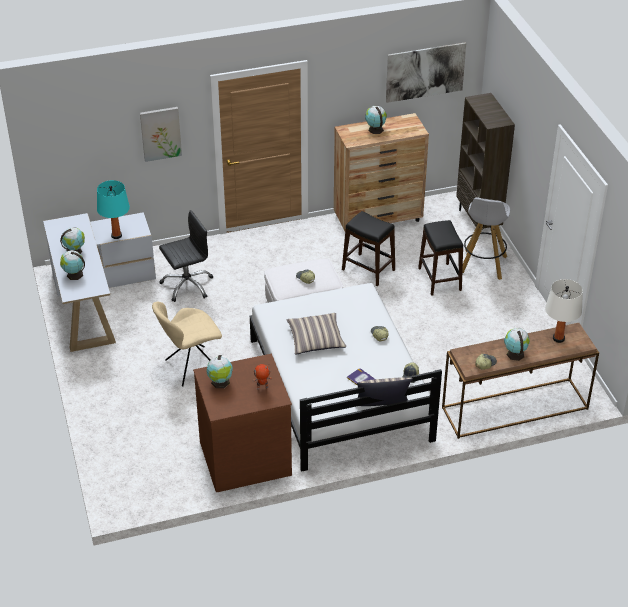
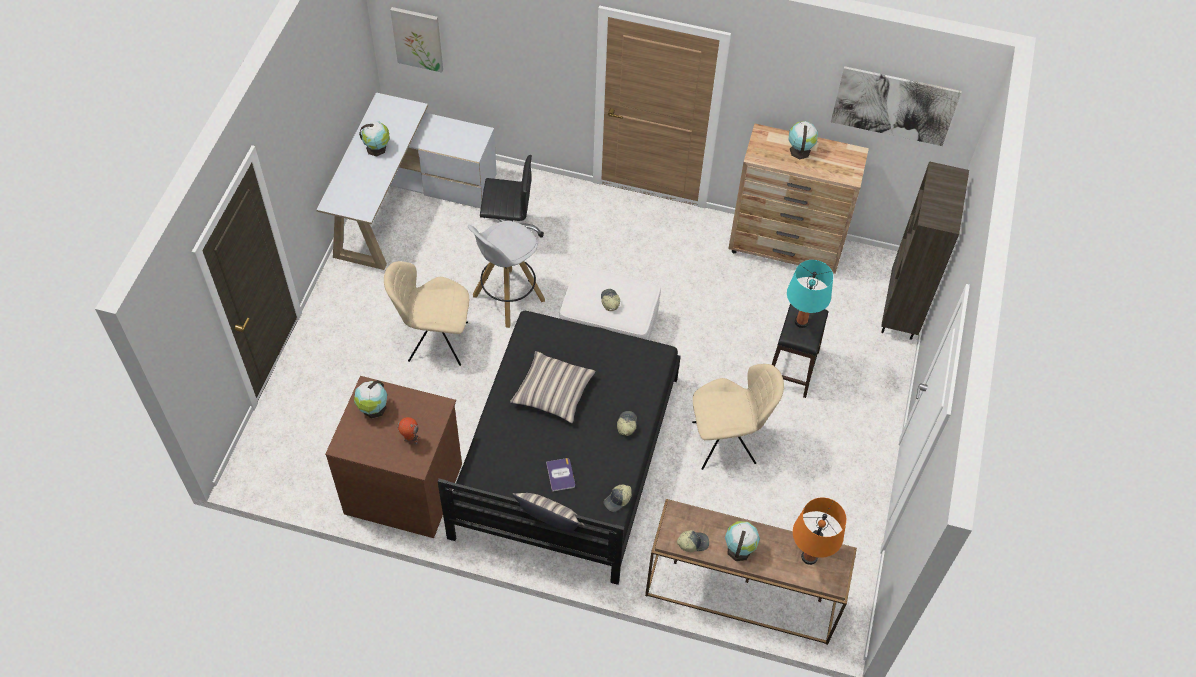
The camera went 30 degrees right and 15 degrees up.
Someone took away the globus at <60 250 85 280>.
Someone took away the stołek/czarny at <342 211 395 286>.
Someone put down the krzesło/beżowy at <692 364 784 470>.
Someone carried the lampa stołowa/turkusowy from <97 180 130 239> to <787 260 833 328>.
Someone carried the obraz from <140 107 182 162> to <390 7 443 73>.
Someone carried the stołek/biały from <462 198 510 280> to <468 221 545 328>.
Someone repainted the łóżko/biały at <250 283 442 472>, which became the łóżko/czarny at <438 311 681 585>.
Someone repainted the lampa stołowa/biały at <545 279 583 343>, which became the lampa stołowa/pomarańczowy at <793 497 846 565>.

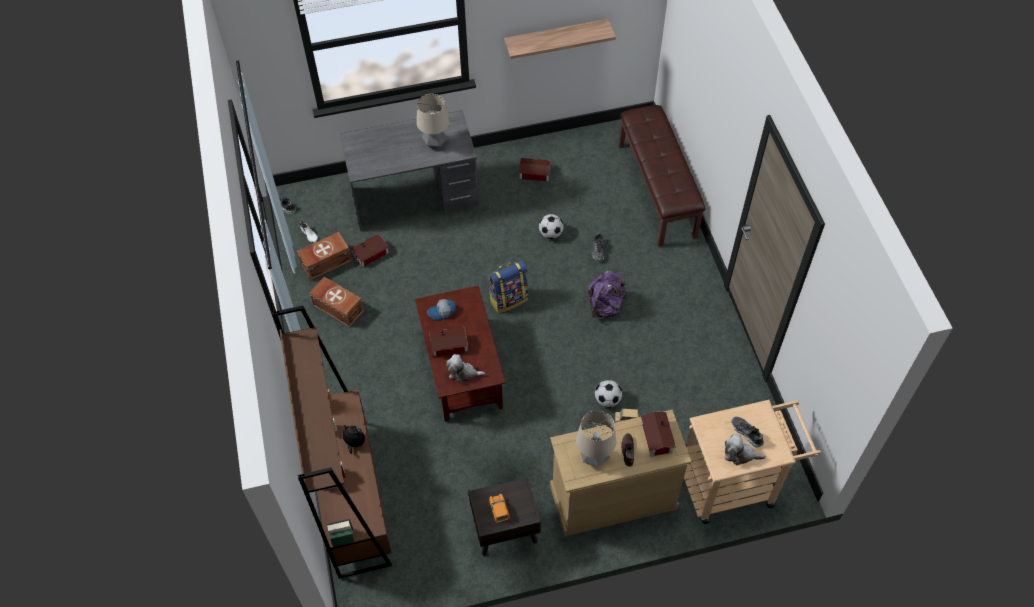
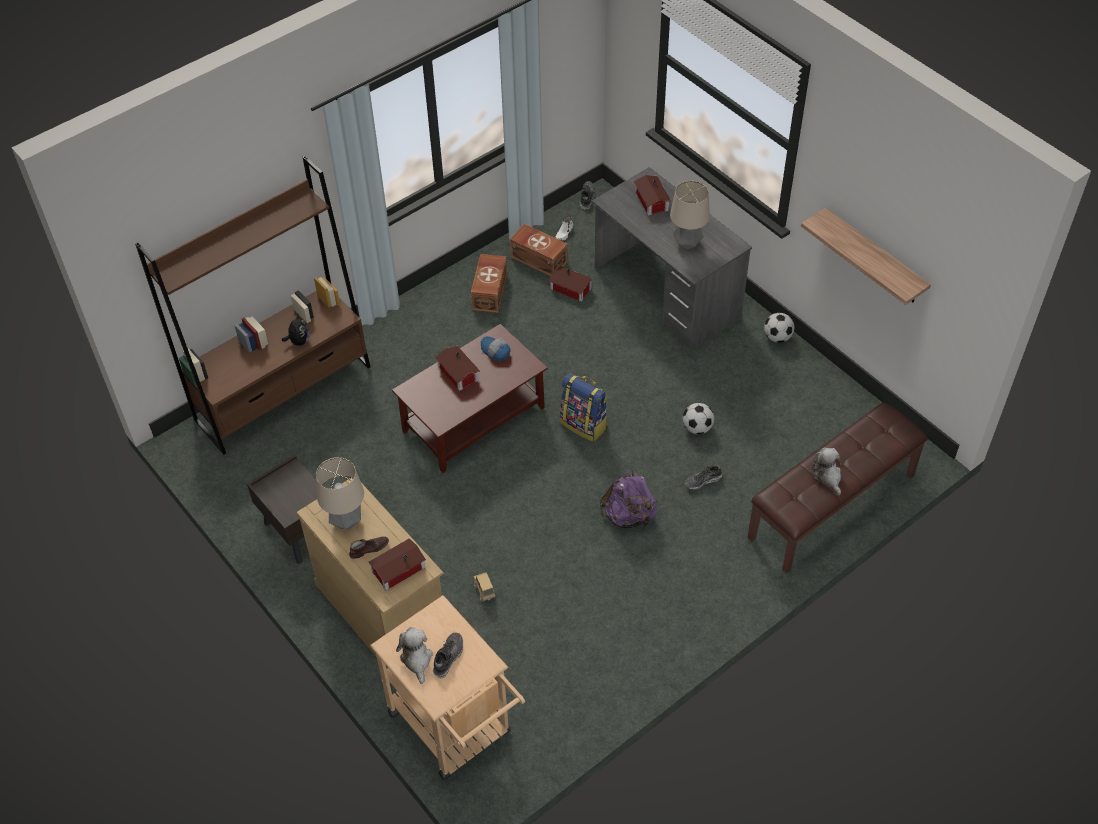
The camera went 65 degrees right and 5 degrees down.
Someone took away the samochodzik/pomarańczowy at <489 494 510 523>.
Someone carried the pluszak from <446 354 485 383> to <812 448 841 495>.
Someone carried the domek from <519 158 551 181> to <633 175 671 216>.
Someone carried the piłka futbolowa from <595 380 622 407> to <764 313 794 343>.

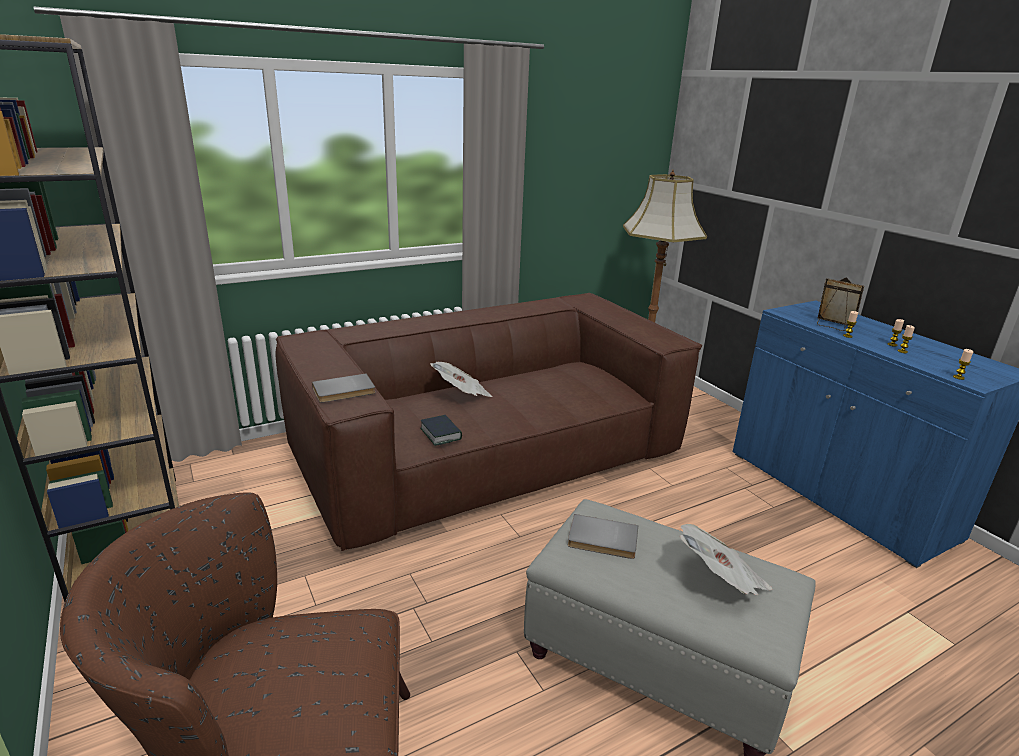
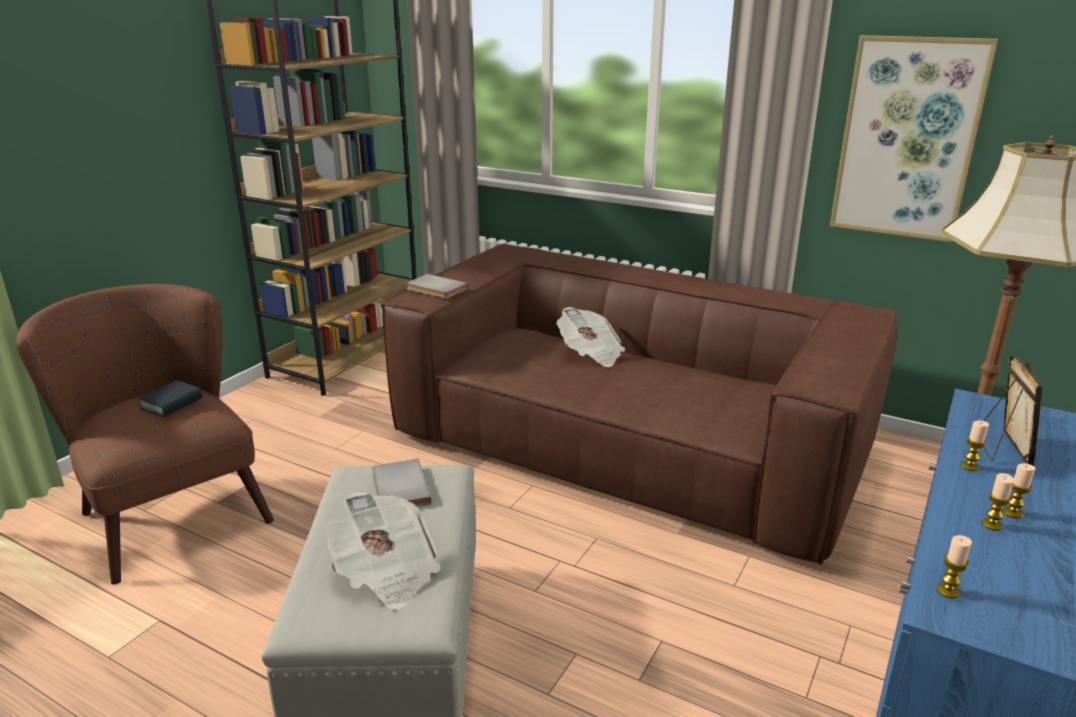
The camera went 60 degrees right and 0 degrees up.
Someone put up the obraz at <830 35 998 242>.
Someone carried the książka from <420 415 462 446> to <139 380 202 417>.

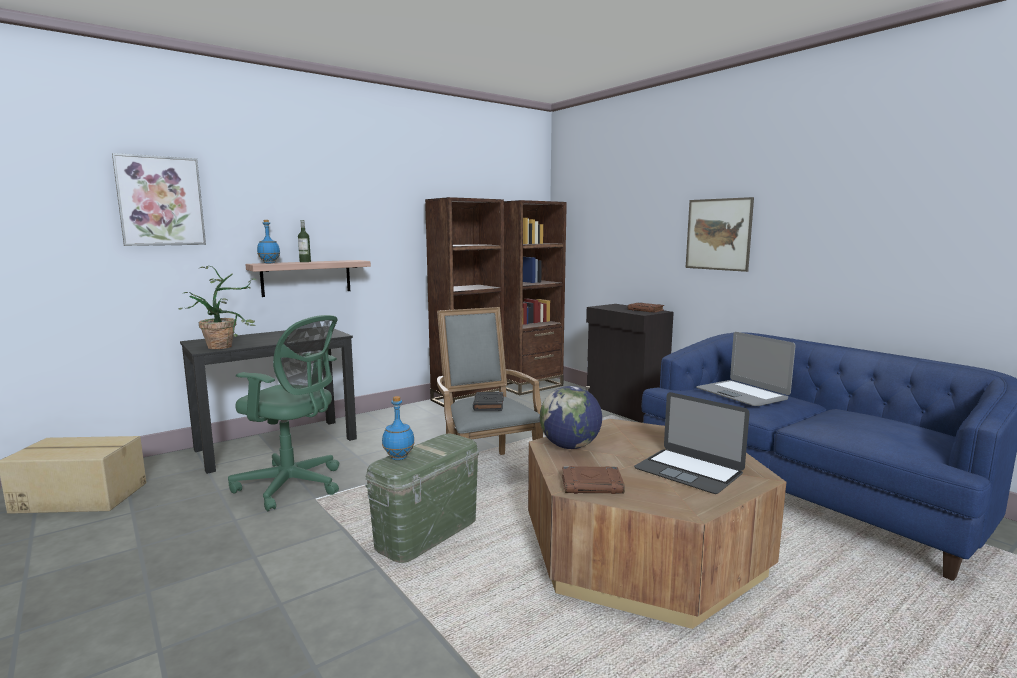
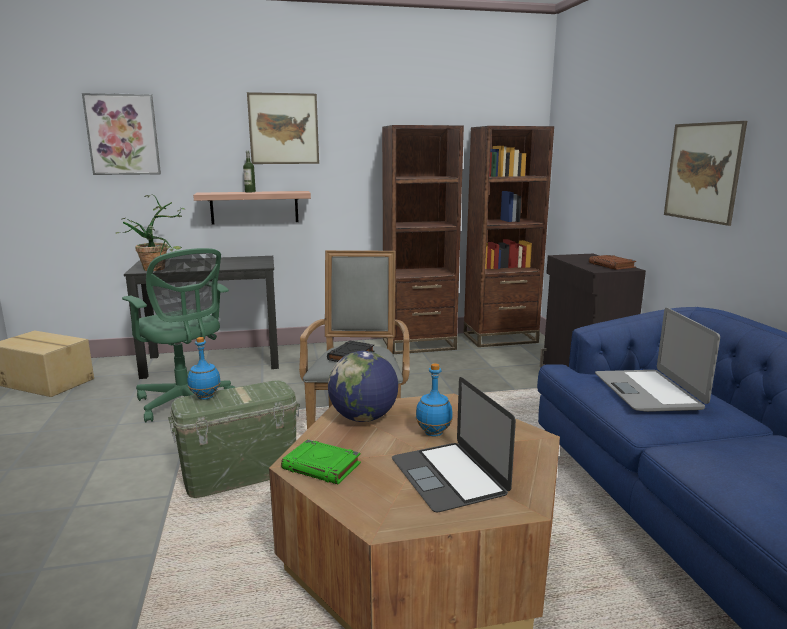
The camera went 25 degrees right and 5 degrees up.
Someone put up the obraz at <247 92 319 164>.
Someone carried the butelka/niebieski from <257 220 280 263> to <416 363 453 437>.
Someone repainted the książka/brązowy at <562 466 625 494>, which became the książka/zielony at <281 439 361 484>.

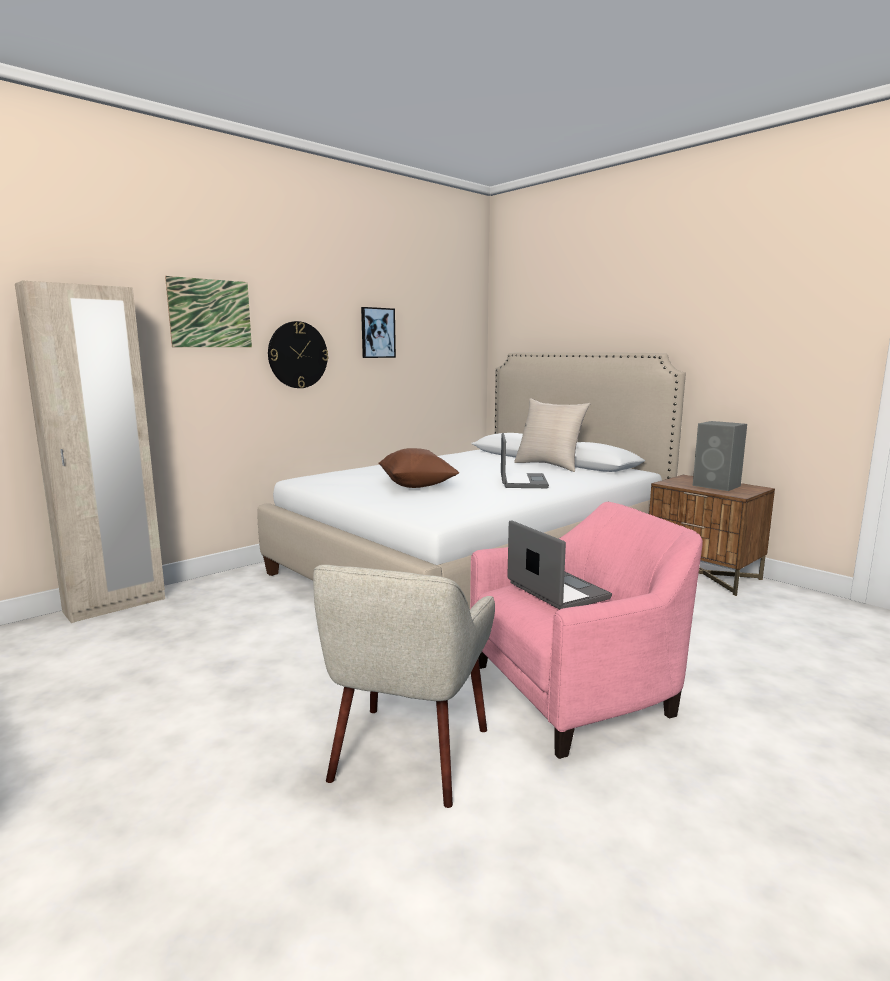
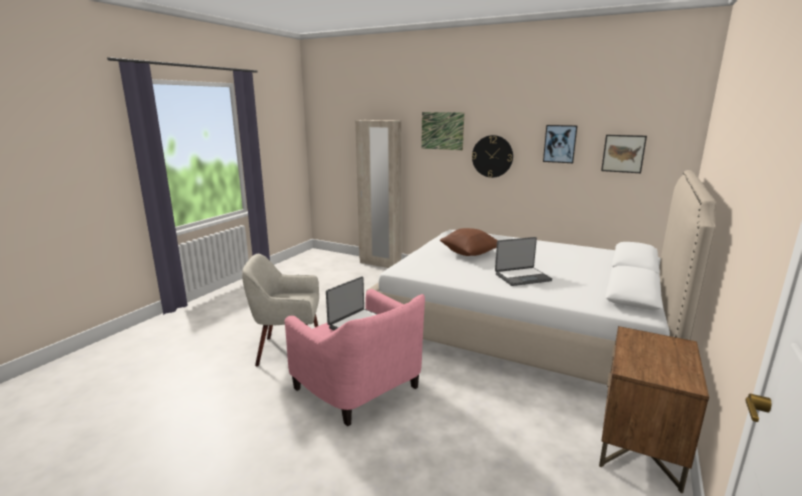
The camera went 70 degrees right and 5 degrees up.
Someone took away the poduszka/beżowy at <514 398 591 472>.
Someone took away the głośnik/szary at <693 421 747 491>.
Someone put up the obraz at <601 135 647 173>.

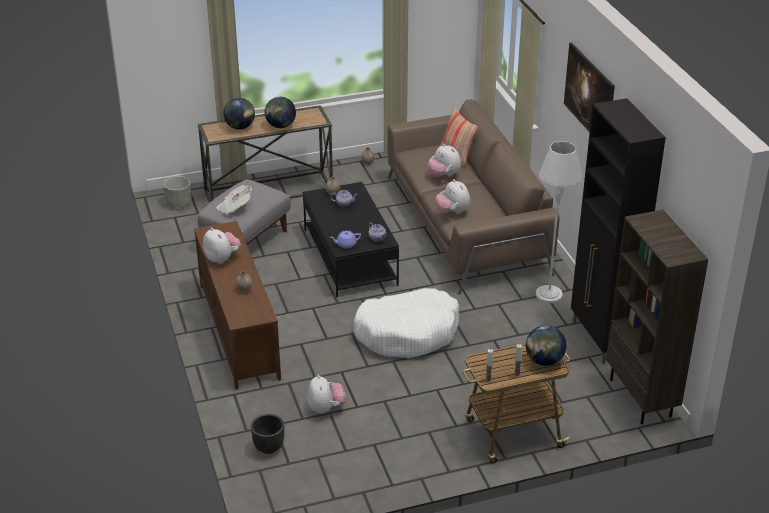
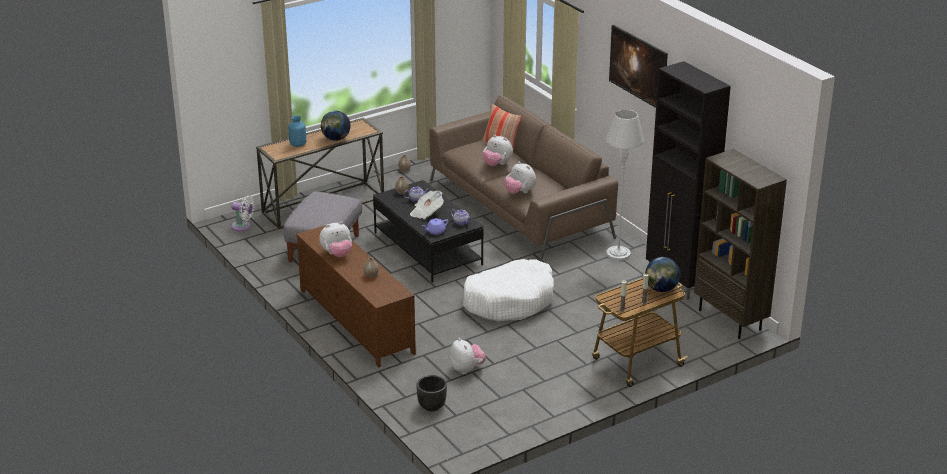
The camera went 15 degrees left and 5 degrees down.
Someone carried the gazeta from <217 185 252 215> to <410 191 444 219>.
Someone swapped the donica/szary at <164 176 192 208> for the wentylator/biały at <231 196 254 231>.
Someone swapped the globus at <224 98 255 129> for the wazon/niebieski at <288 115 306 147>.
Someone rotated the pluszak at <203 227 241 264> by 120 degrees clockwise.

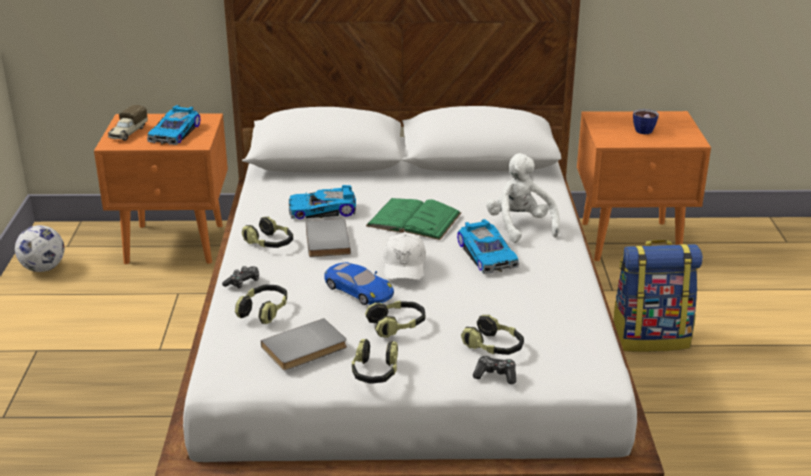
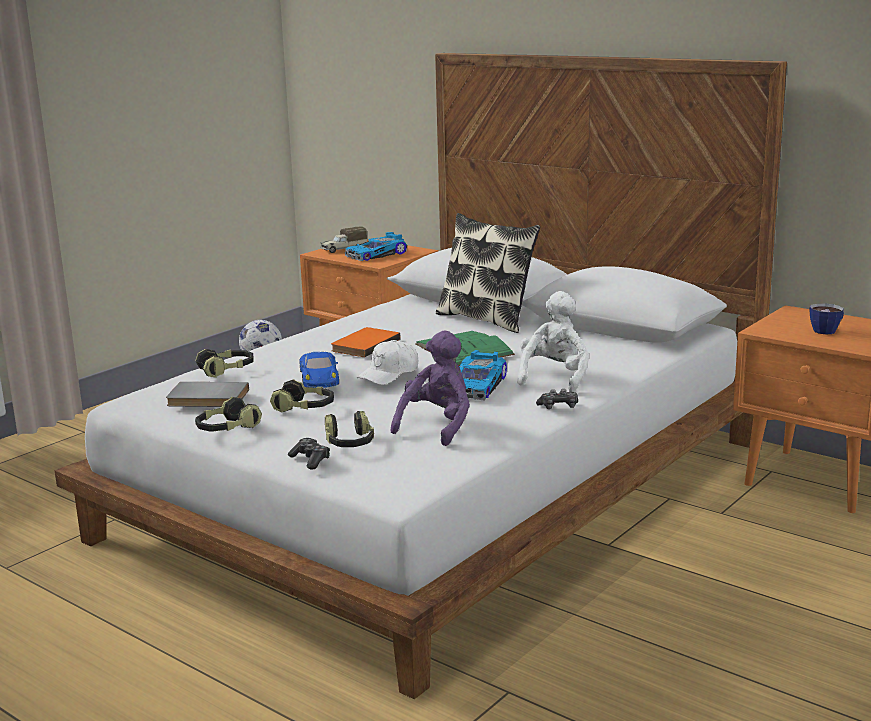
The camera went 40 degrees right and 10 degrees down.
Someone took away the słuchawki at <242 217 293 248>.
Someone took away the samochodzik at <289 185 356 219>.
Someone took away the plecak at <613 240 703 352>.
Someone put down the pluszak/fioletowy at <391 330 470 446>.
Someone put down the poduszka at <436 213 540 333>.
Someone carried the pad do gier from <222 266 259 288> to <536 389 578 409>.
Someone repainted the książka/szary at <306 219 351 257>, which became the książka/pomarańczowy at <331 327 401 357>.

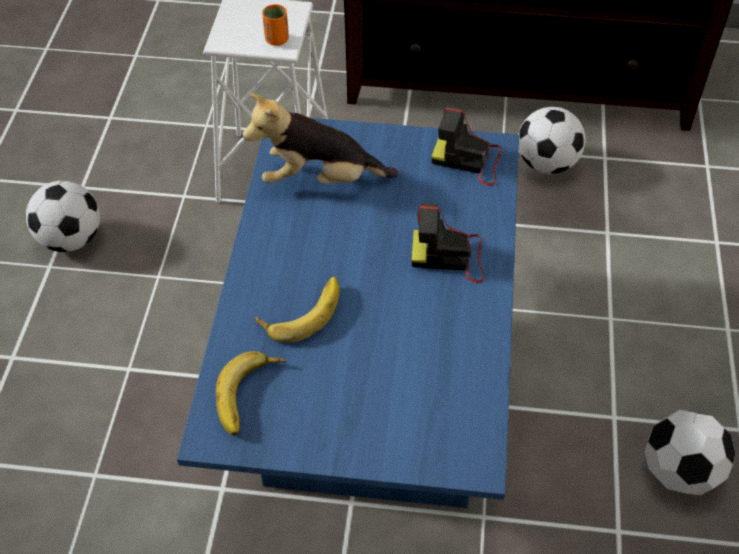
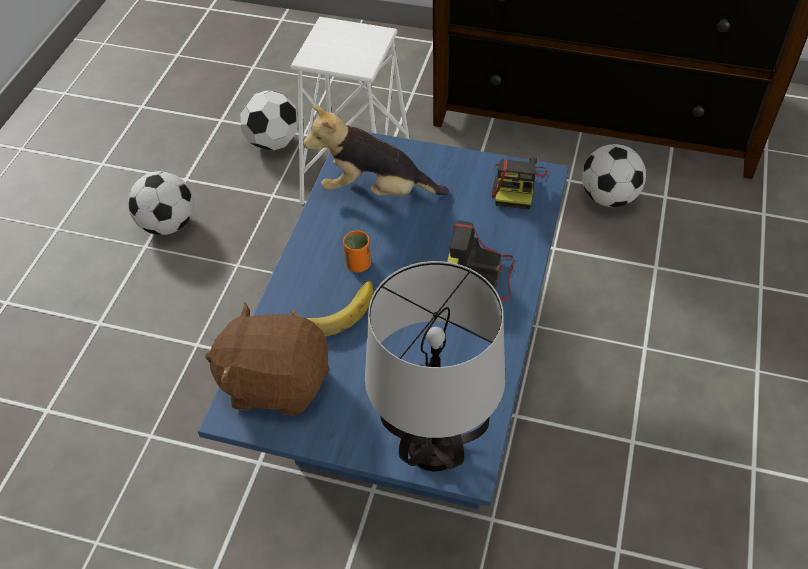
The camera went 10 degrees right and 0 degrees up.
Someone put down the lampa stołowa at <365 261 505 471>.
Someone carried the filiżanka/pomarańczowy from <262 4 289 46> to <343 230 371 272>.
Someone carried the piłka futbolowa from <644 410 735 496> to <240 91 298 151>.
Someone swapped the banan at <216 351 287 435> for the pluszak/brązowy at <205 303 330 416>.
Someone rotated the aparat fotograficzny at <431 105 502 186> by 105 degrees counterclockwise.

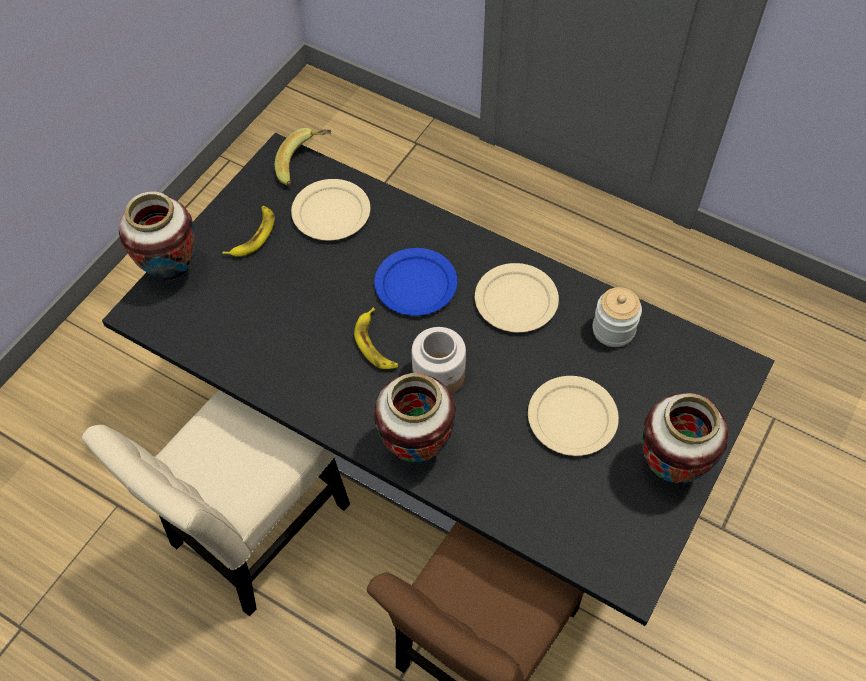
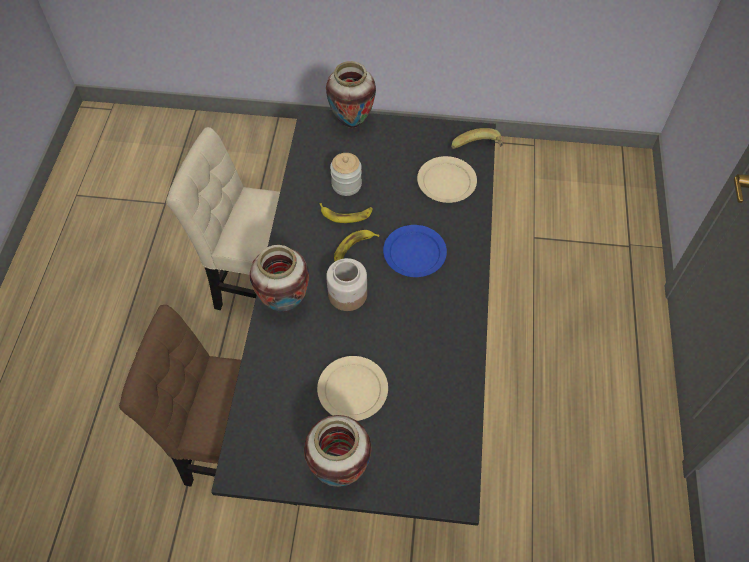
The camera went 65 degrees right and 0 degrees up.
Someone took away the talerz/beżowy at <475 263 559 332>.
Someone carried the banan from <223 206 275 257> to <320 203 373 223>.
Someone carried the słoik from <593 287 642 347> to <330 153 362 196>.

